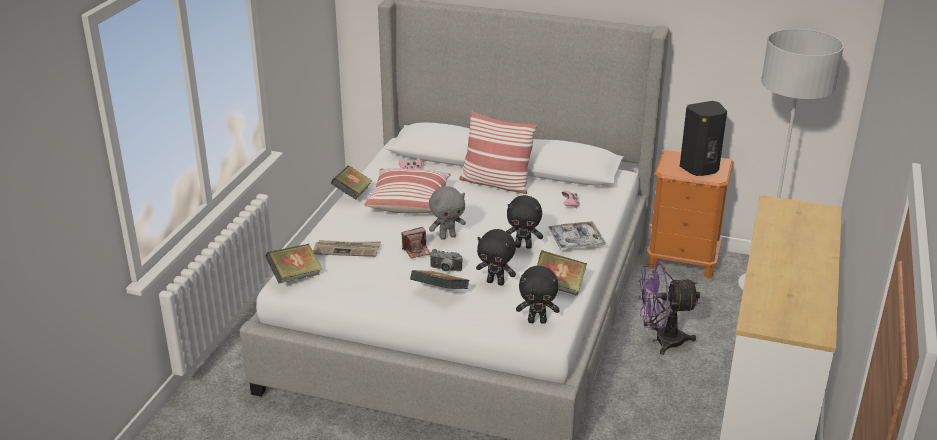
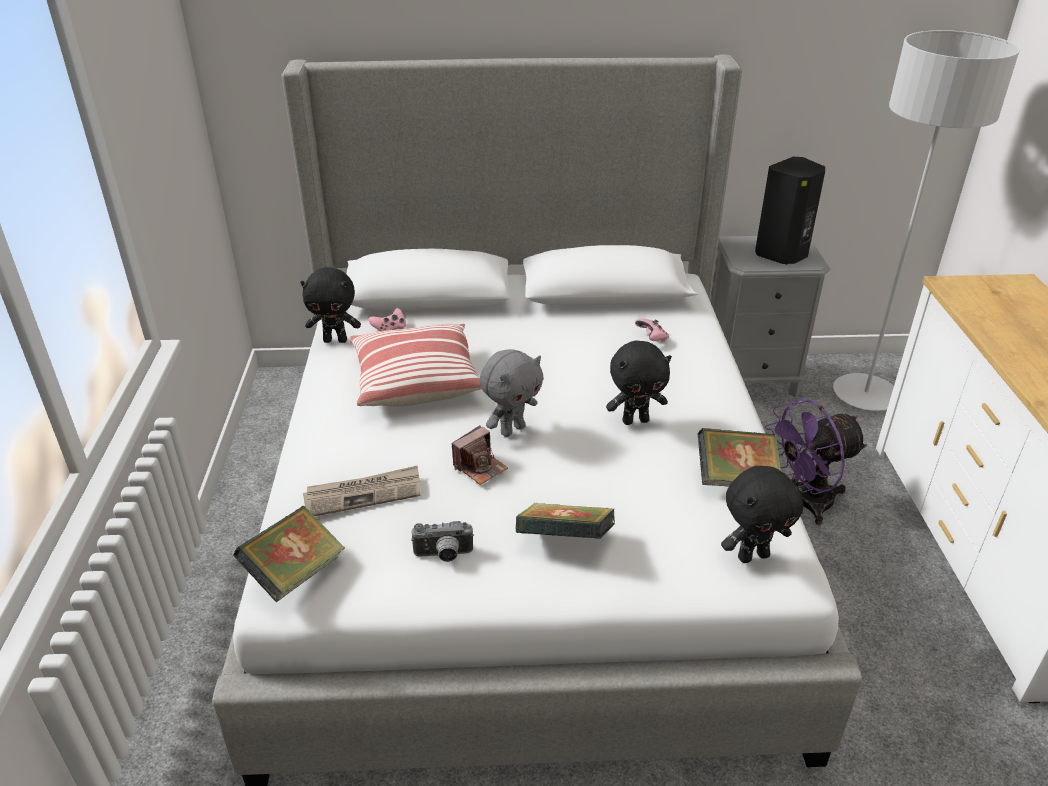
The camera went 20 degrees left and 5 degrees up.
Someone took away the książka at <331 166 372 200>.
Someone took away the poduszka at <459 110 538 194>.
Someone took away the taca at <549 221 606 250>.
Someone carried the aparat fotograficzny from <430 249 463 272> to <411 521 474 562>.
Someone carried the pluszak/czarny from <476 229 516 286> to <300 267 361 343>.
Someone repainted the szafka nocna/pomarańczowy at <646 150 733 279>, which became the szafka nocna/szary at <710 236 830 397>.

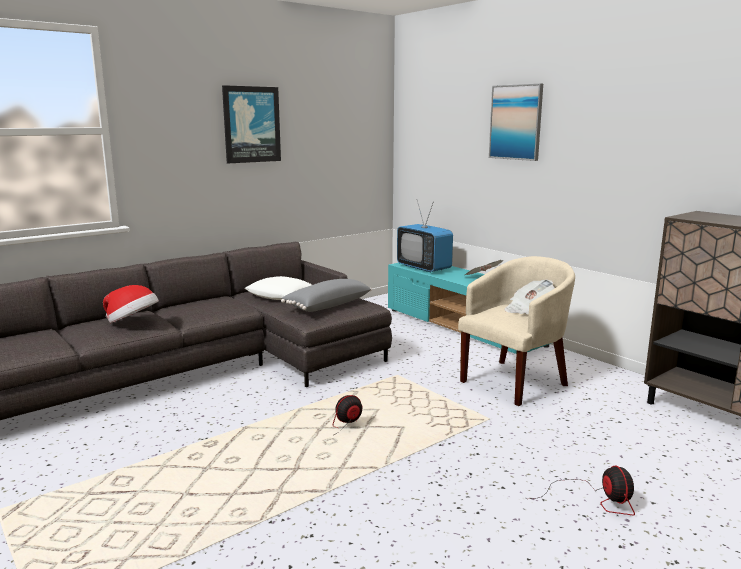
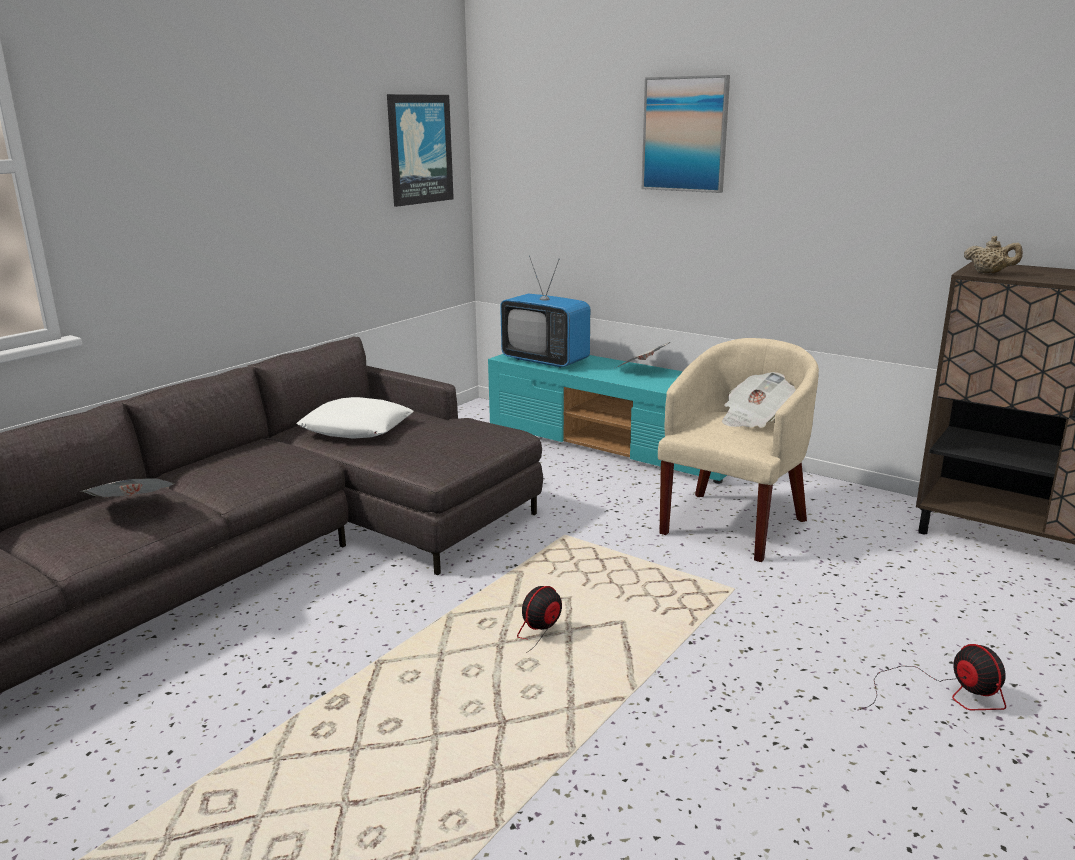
The camera went 15 degrees left and 5 degrees up.
Someone took away the poduszka/szary at <281 279 372 312>.
Someone put down the imbryk/beżowy at <964 236 1023 274>.
Someone carried the obraz from <222 85 281 163> to <387 94 454 207>.
Someone swapped the kapelusz at <103 285 159 323> for the gazeta at <80 478 174 497>.

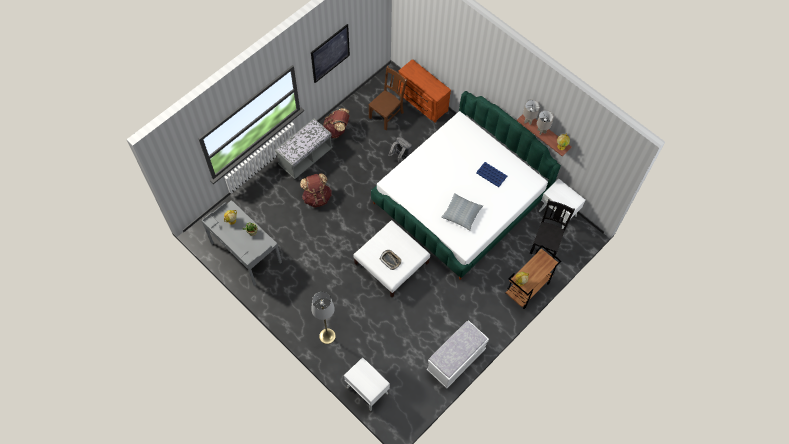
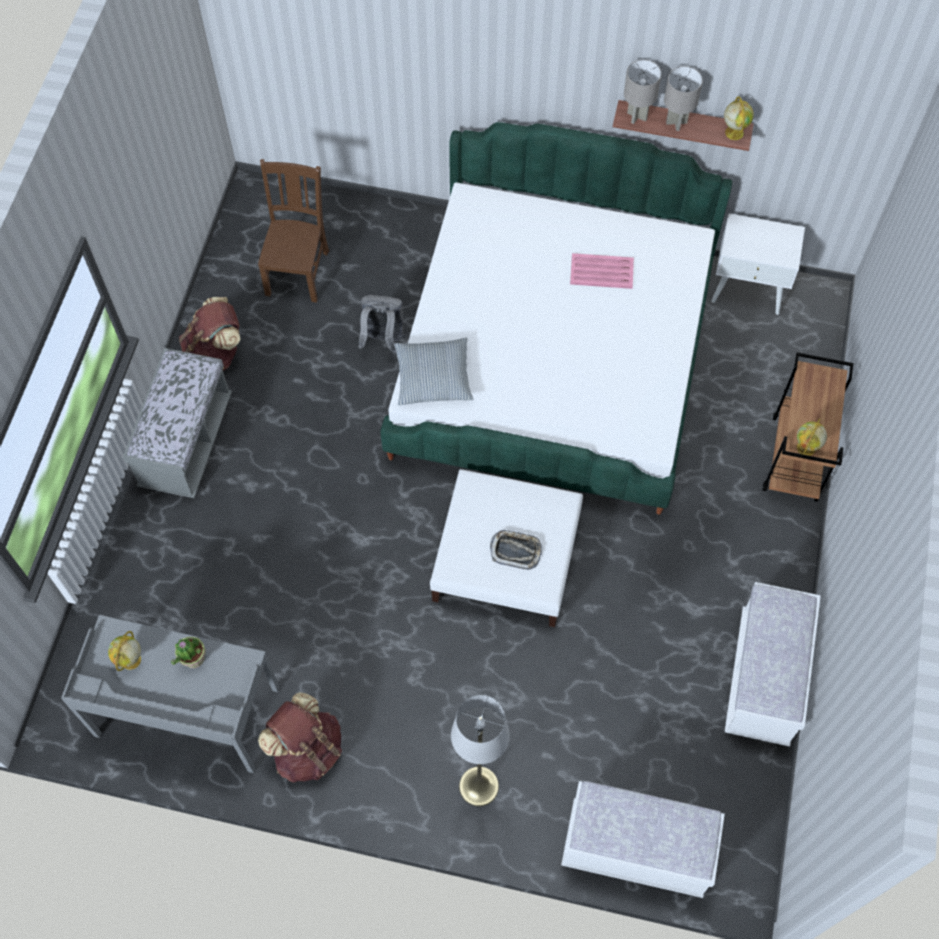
The camera went 30 degrees left and 0 degrees up.
Someone took away the obraz at <311 24 350 83>.
Someone took away the komoda/brązowy at <398 59 451 122>.
Someone took away the krzesło/czarny at <530 199 575 259>.
Someone carried the plecak/brązowy from <300 173 332 208> to <258 692 342 783>.
Someone carried the poduszka from <441 193 483 230> to <394 337 474 405>.
Someone swapped the szafka nocna/biały at <344 357 390 411> for the ławka/biały at <561 781 725 898>.
Someone repainted the taca/niebieski at <476 162 507 187>, which became the taca/różowy at <570 253 634 289>.

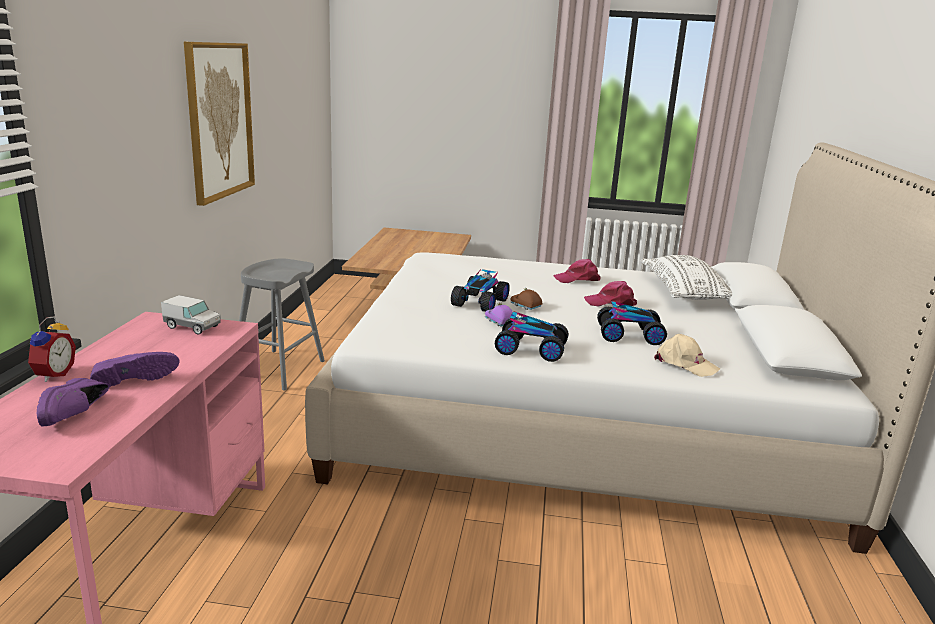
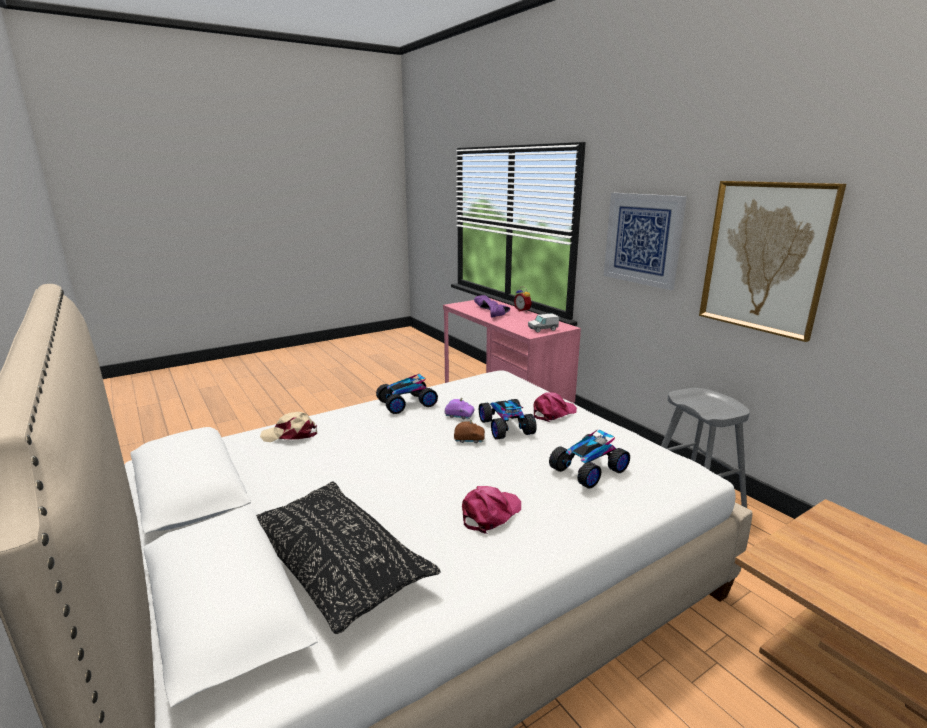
The camera went 140 degrees right and 0 degrees up.
Someone put up the obraz at <604 193 687 290>.
Someone carried the czapka z daszkiem/różowy from <584 281 637 307> to <533 392 577 422>.
Someone carried the samochodzik from <597 301 667 345> to <549 429 630 489>.
Someone repainted the poduszka/biały at <641 255 732 300>, which became the poduszka/czarny at <256 481 440 634>.

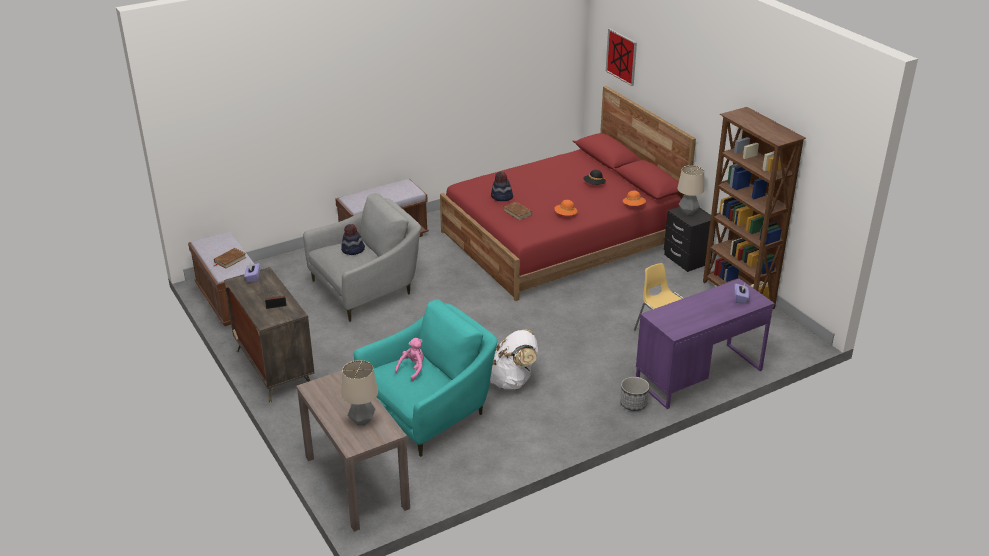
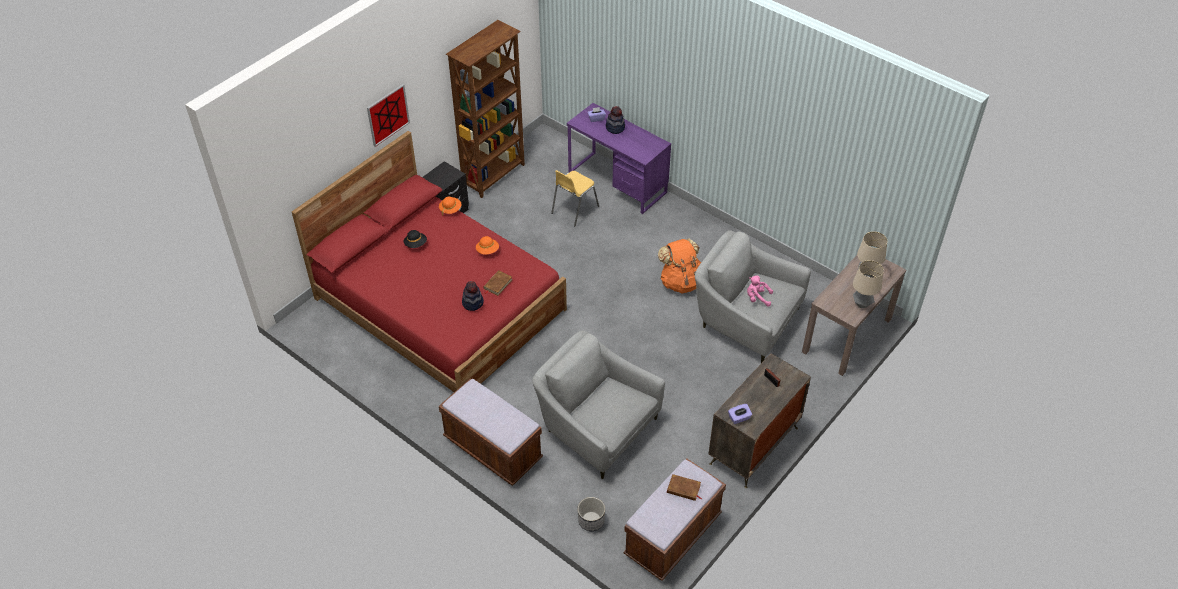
The camera went 110 degrees left and 15 degrees up.
Someone carried the kapelusz from <341 224 365 255> to <606 106 625 134>.
Someone carried the obraz from <606 29 637 86> to <367 84 410 147>.
Someone carried the donica from <620 377 650 411> to <578 497 605 531>.
Someone carried the lampa stołowa from <677 165 704 215> to <853 260 884 308>.
Someone repainted the fotel/turkusowy at <354 299 497 457>, which became the fotel/szary at <695 231 811 363>.
Someone repainted the plecak/biały at <490 329 538 389>, which became the plecak/pomarańczowy at <658 238 701 293>.

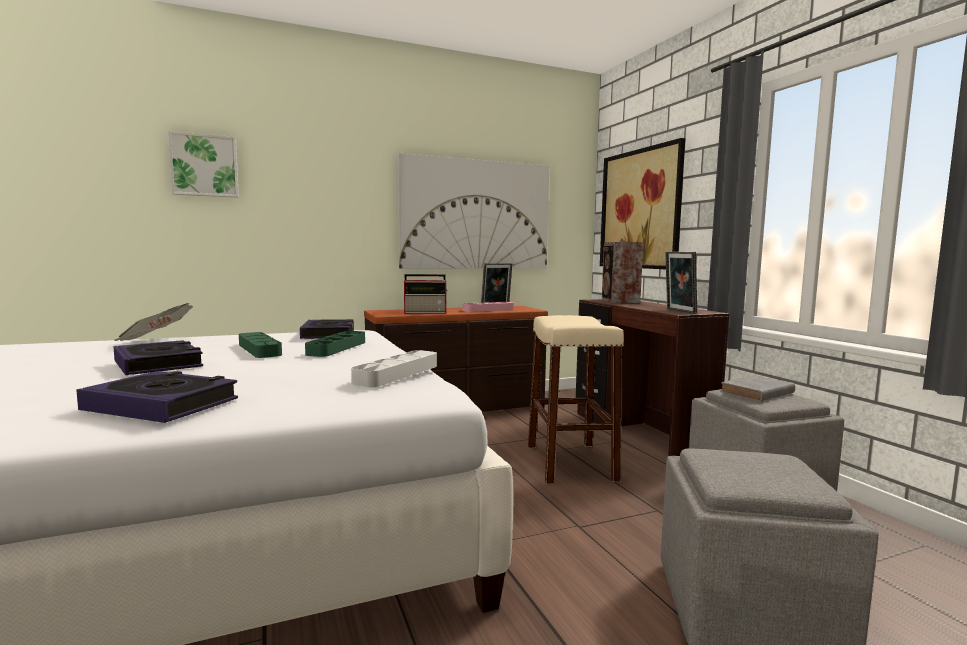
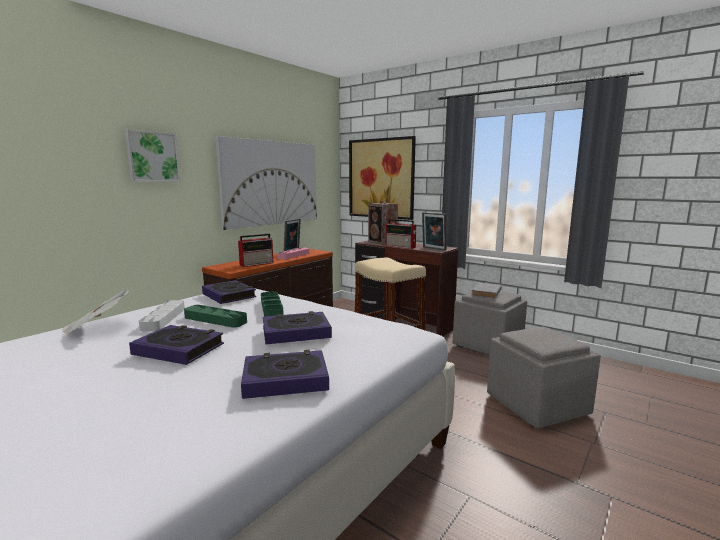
The camera went 30 degrees left and 5 degrees up.
Someone put down the książka at <263 311 332 344>.
Someone put down the radio at <386 219 416 249>.
Someone carried the obraz from <168 131 239 198> to <125 129 181 182>.
Someone carried the taca/szary from <351 350 437 388> to <139 300 185 332>.

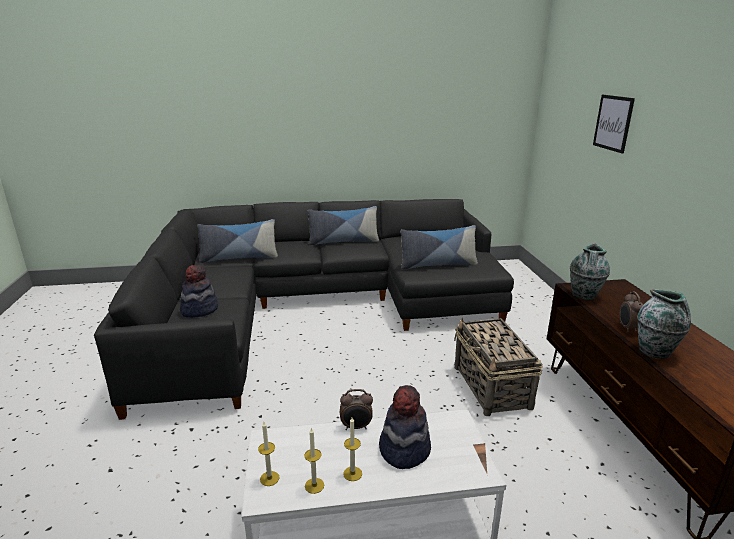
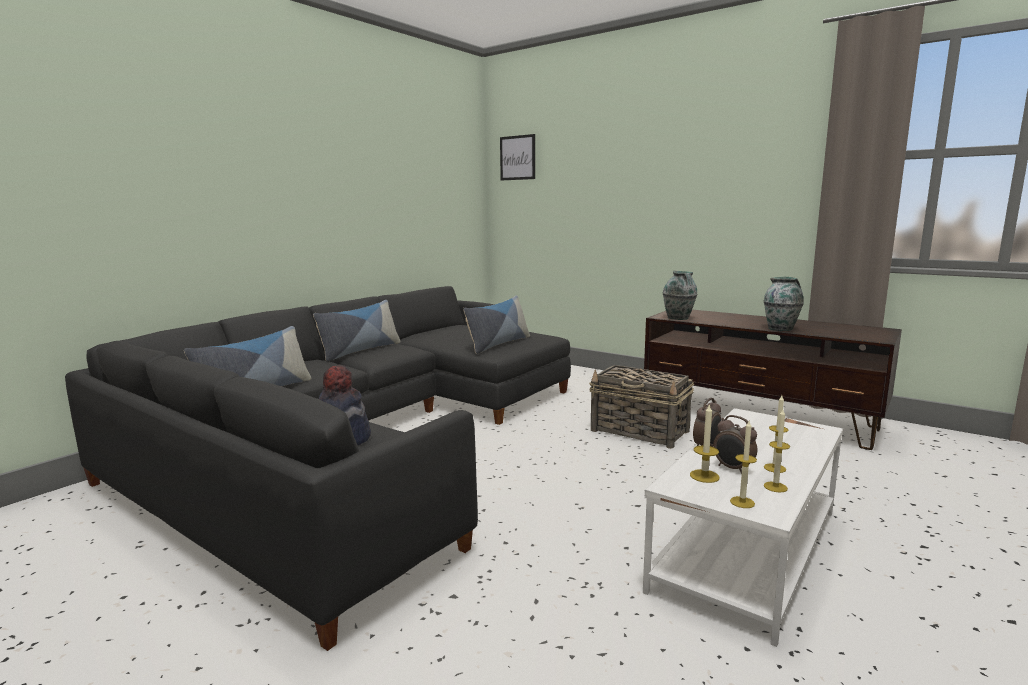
The camera went 45 degrees left and 10 degrees down.
Someone took away the kapelusz at <379 385 431 469>.
Someone put down the świeca at <690 403 720 483>.
Someone carried the obraz from <593 95 635 154> to <500 134 535 181>.
Someone carried the budzik from <620 292 643 332> to <713 415 757 474>.

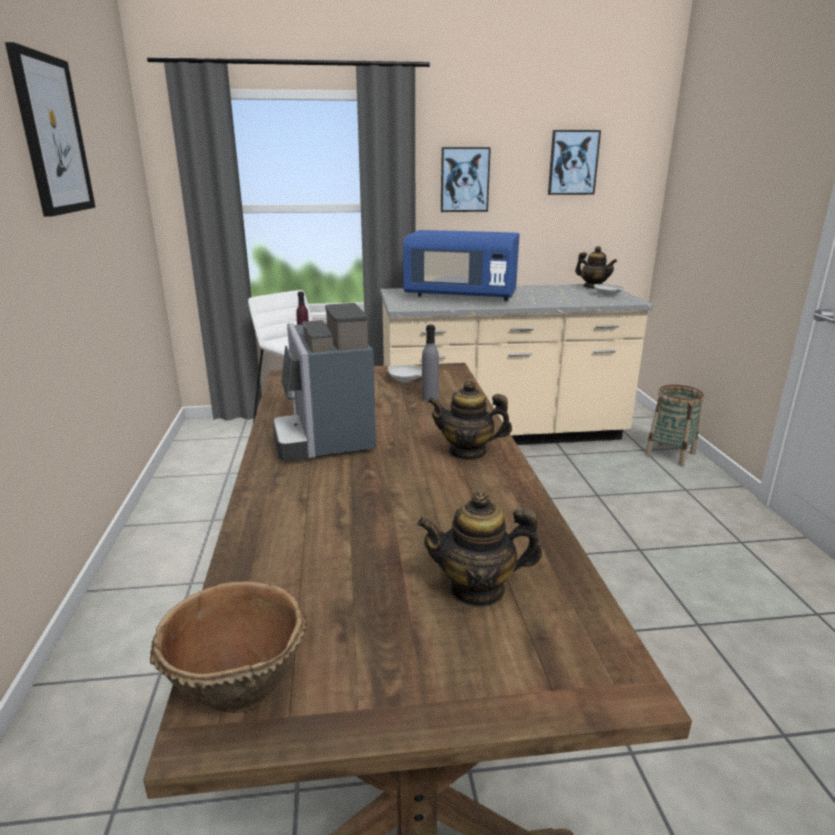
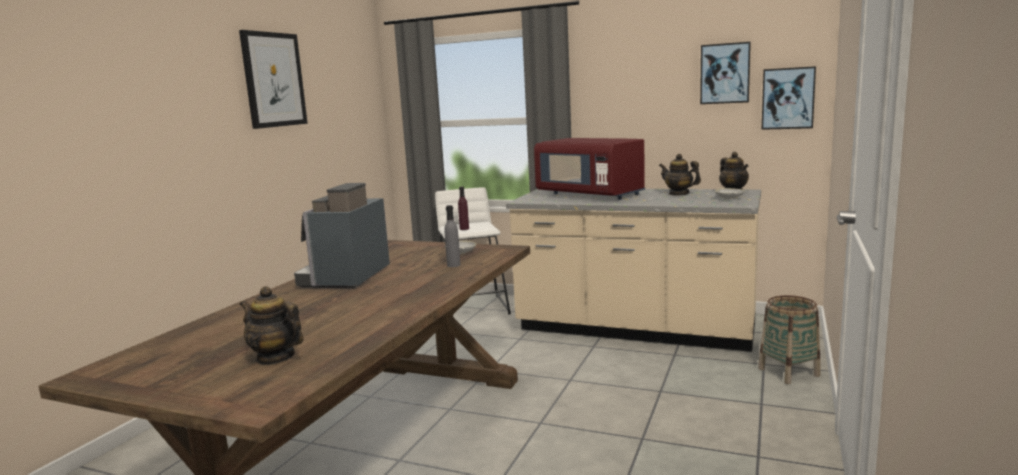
The camera went 30 degrees right and 10 degrees down.
Someone took away the miska/brązowy at <150 581 307 713>.
Someone carried the imbryk from <427 380 512 461> to <659 154 701 196>.
Someone carried the obraz from <441 147 491 212> to <762 66 816 130>.
Someone repainted the mikrofalówka/niebieski at <403 230 520 301>, which became the mikrofalówka/czerwony at <534 138 645 200>.

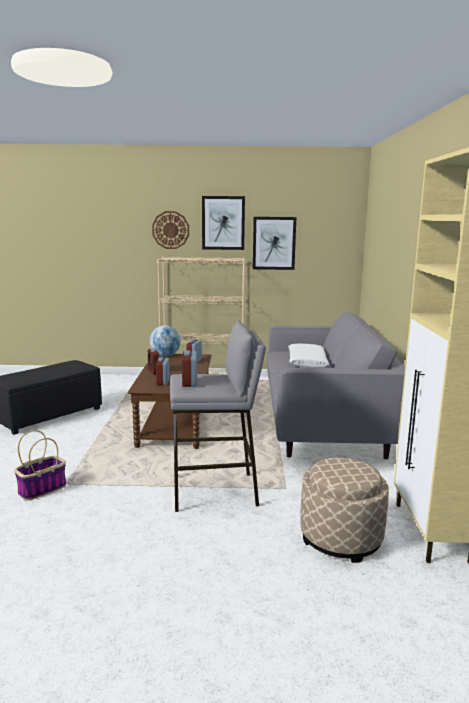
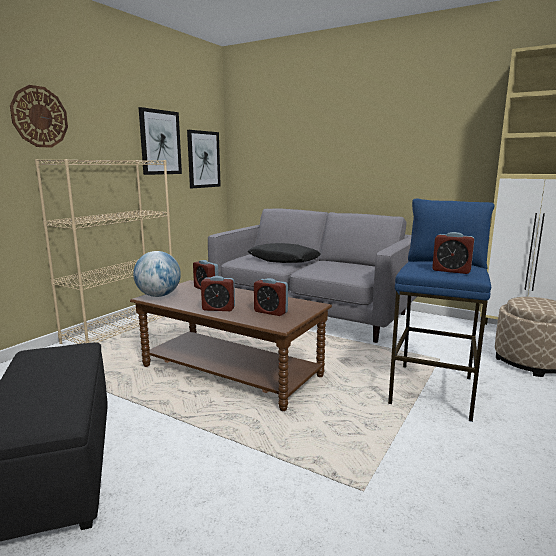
The camera went 60 degrees left and 0 degrees up.
Someone took away the koszyk at <14 430 66 500>.
Someone carried the obraz from <202 196 245 250> to <187 130 221 188>.
Someone repainted the stołek/szary at <170 320 266 512>, which became the stołek/niebieski at <388 198 495 422>.
Someone repainted the poduszka/biały at <288 343 329 368>, which became the poduszka/czarny at <248 243 321 263>.

